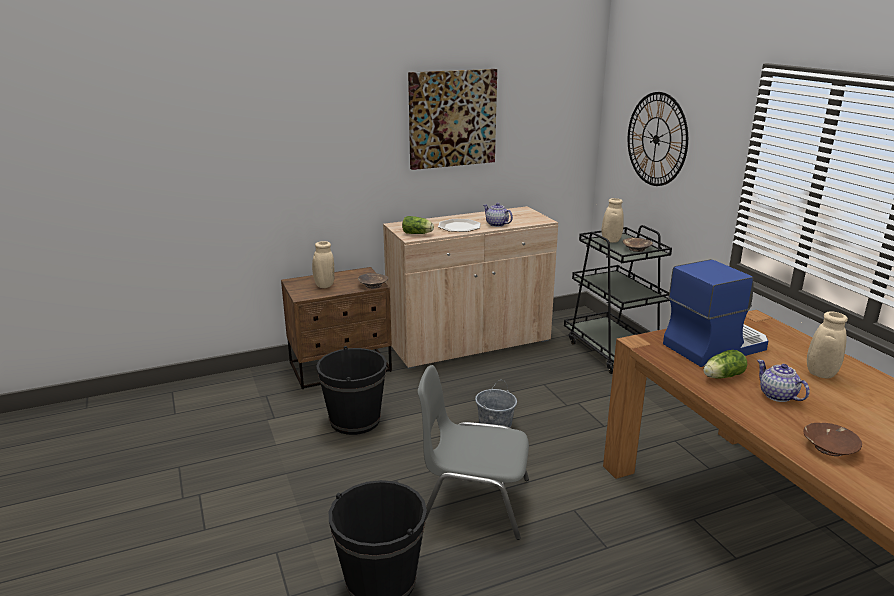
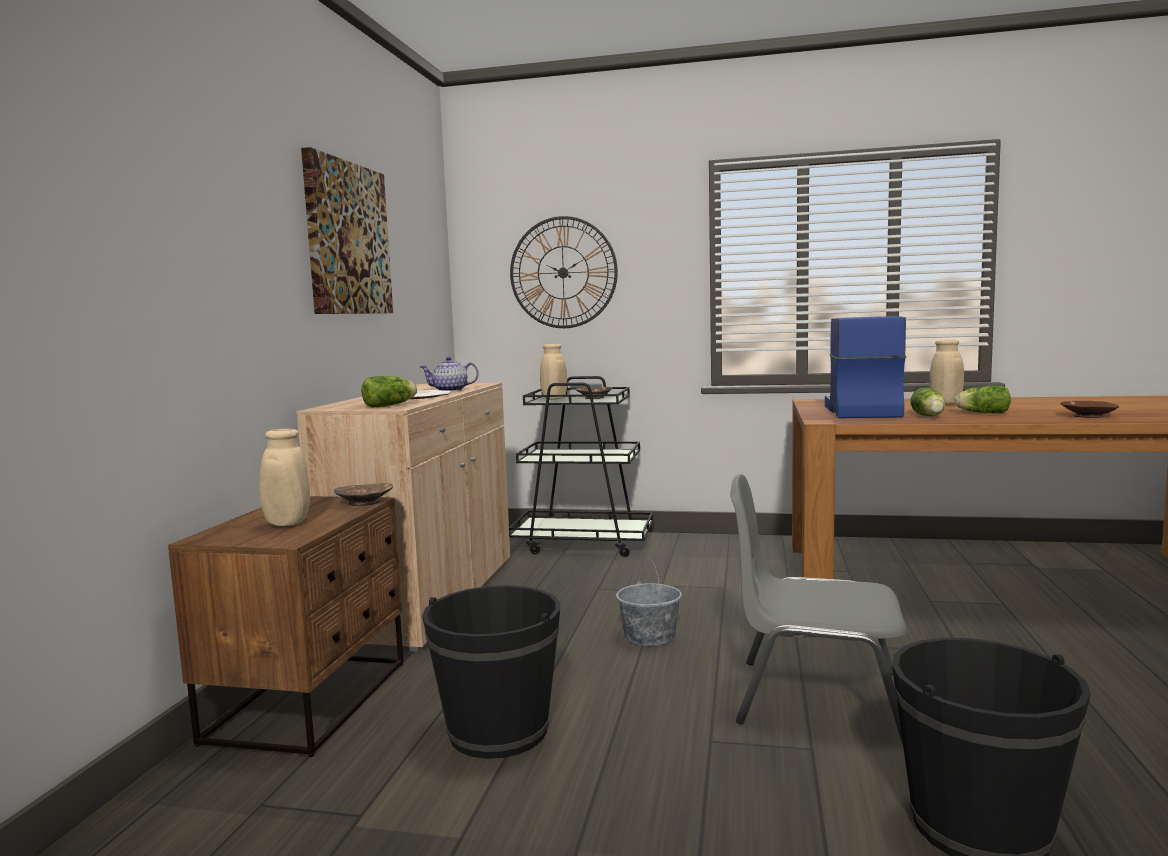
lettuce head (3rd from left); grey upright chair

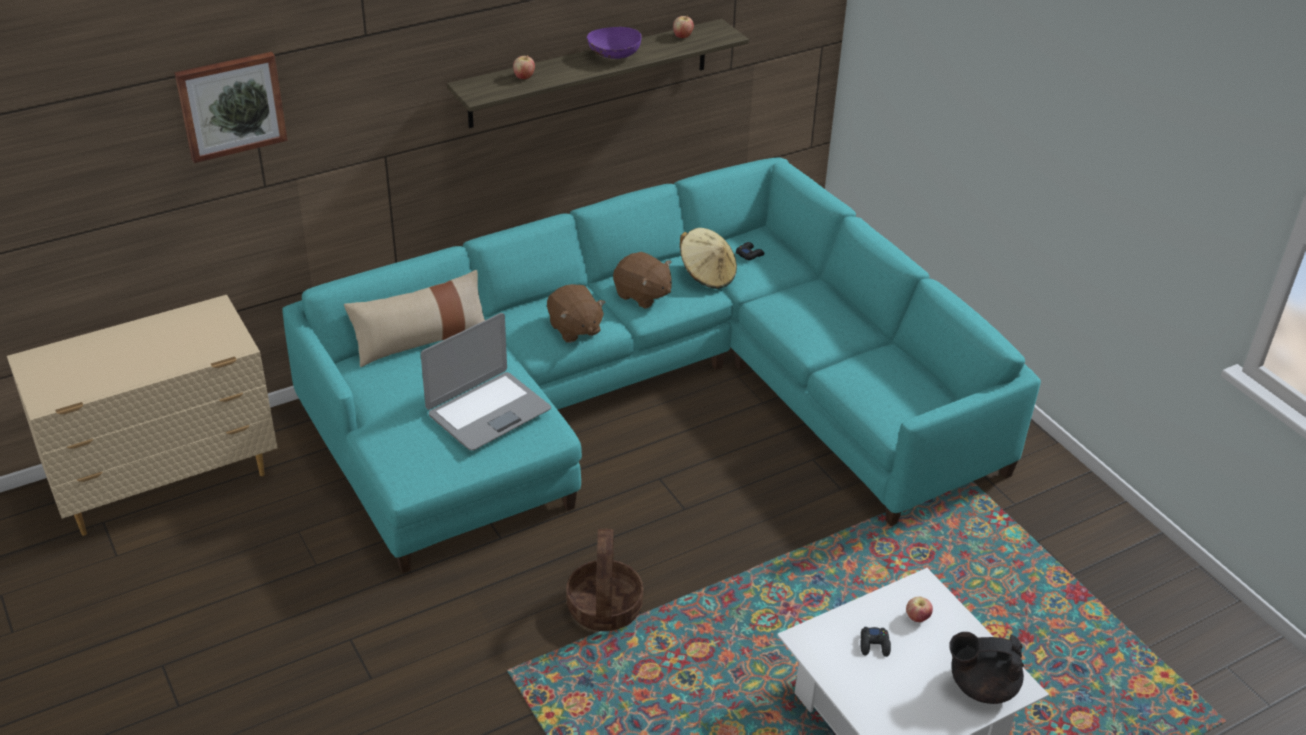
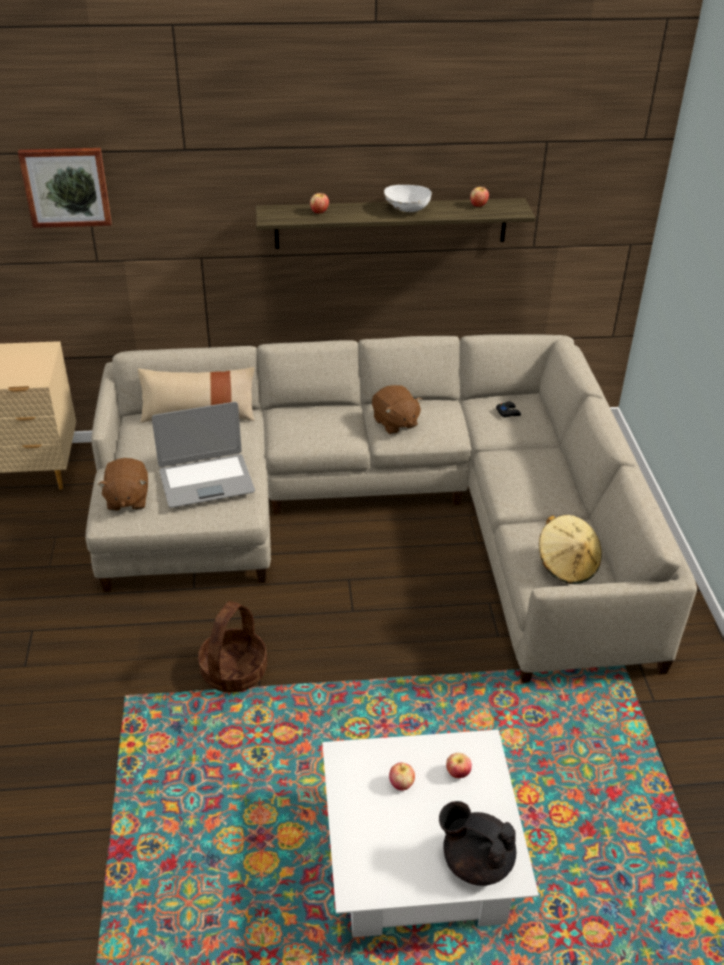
white-coloured serving bowl; beige couch; beige hat; brown plush toy (1st from left); apple (2nd from left)

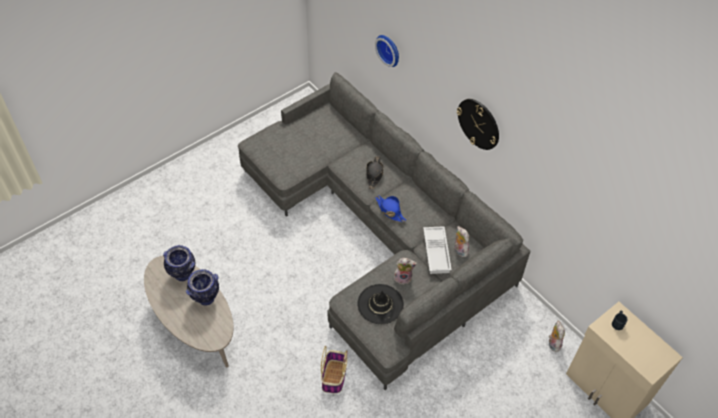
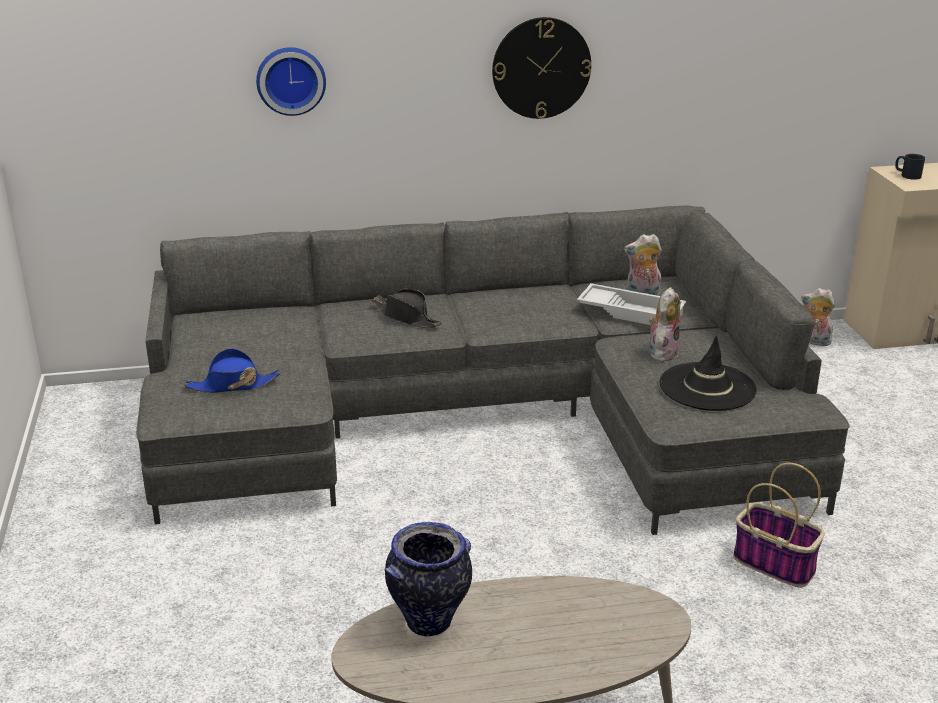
blue hat; flower vase (2nd from left in the first image)

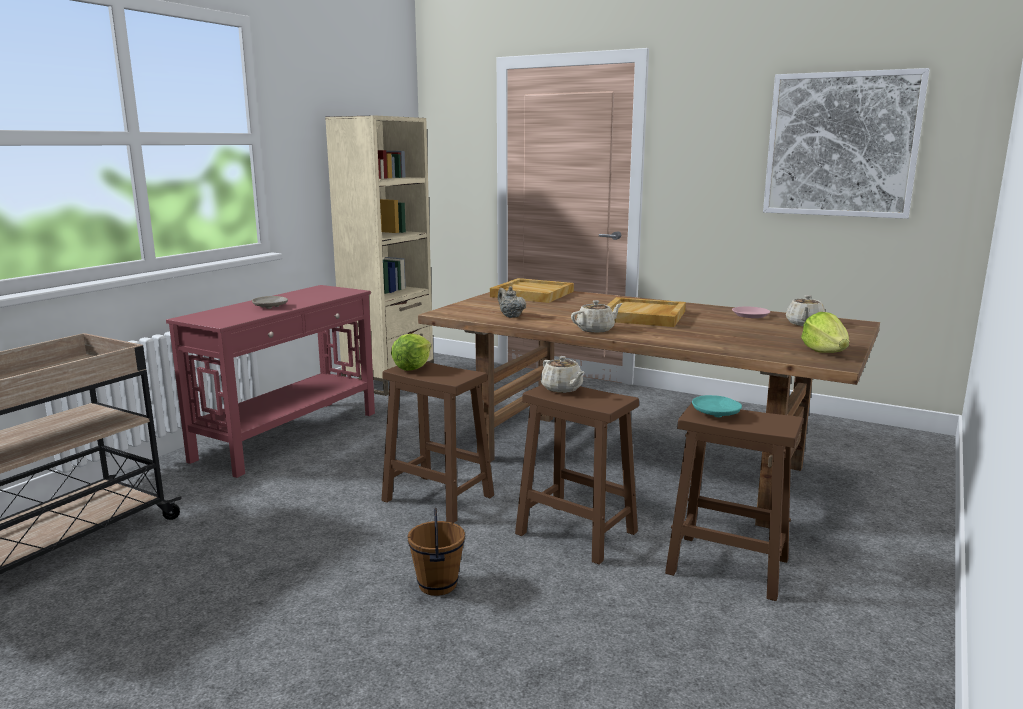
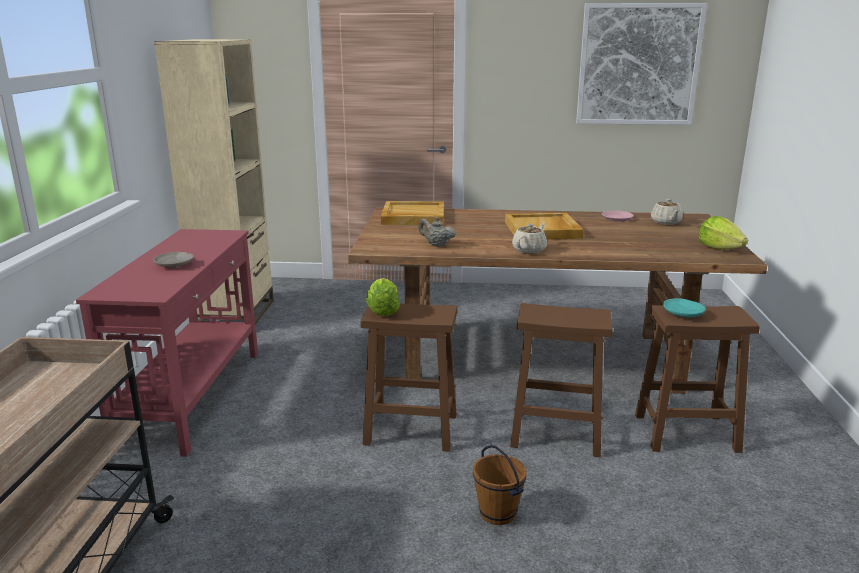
beige pot for tea (2nd from left in the first image)

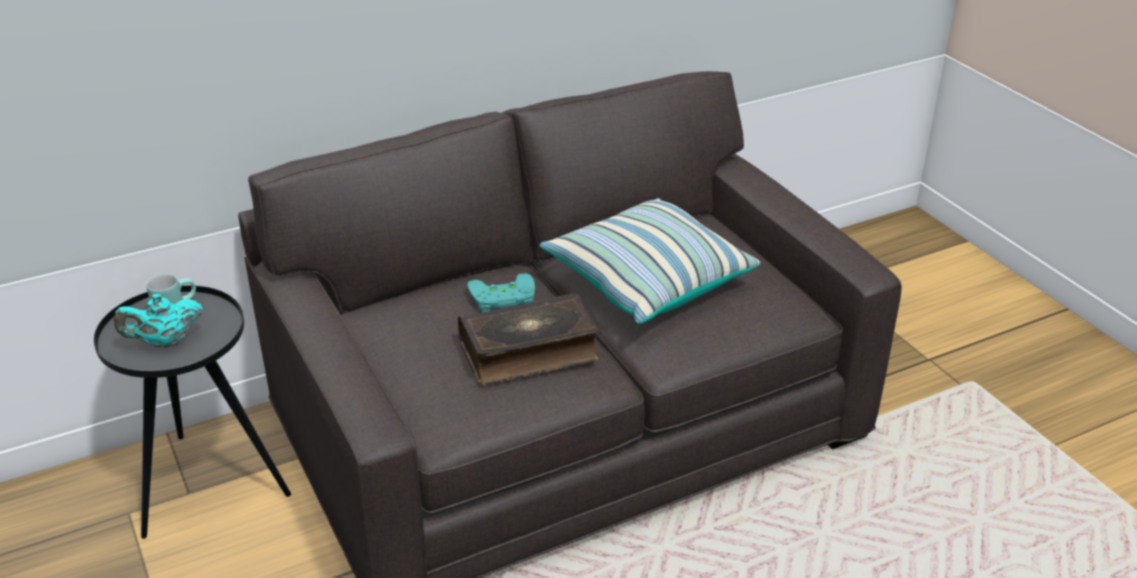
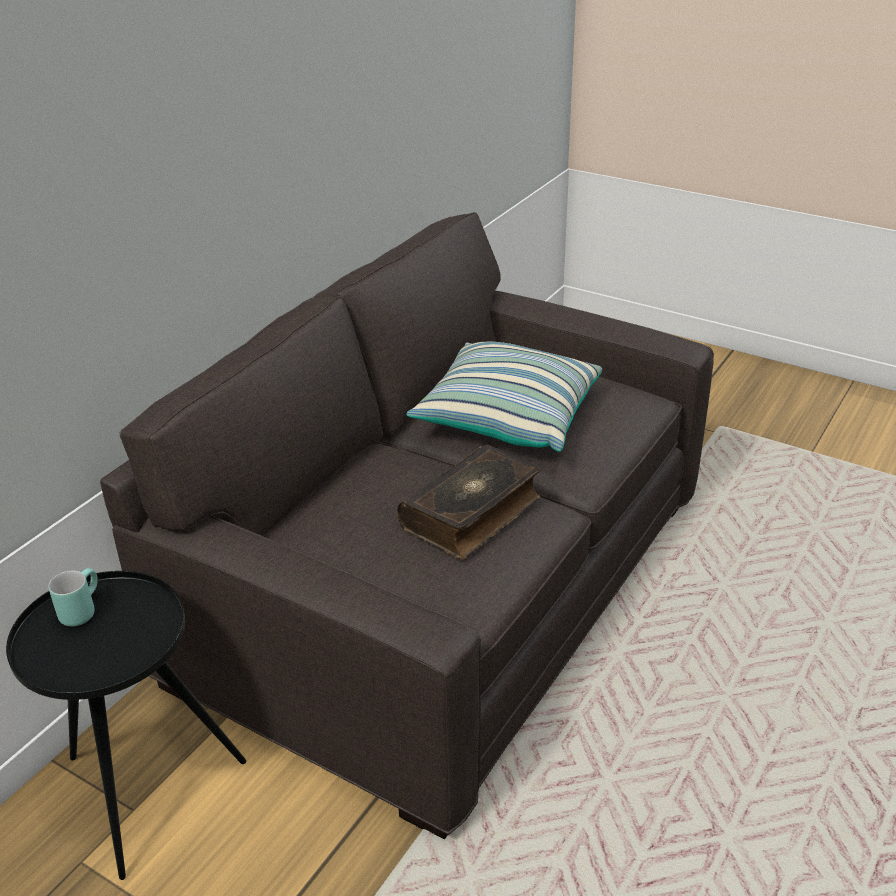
blue-green game controller; blue-green pot for tea

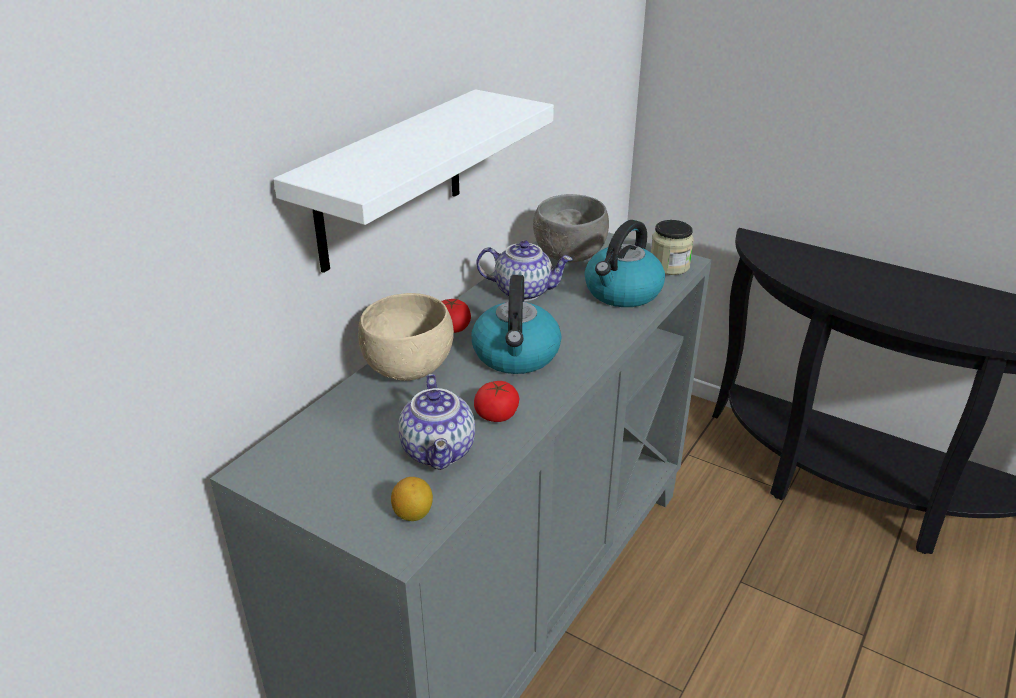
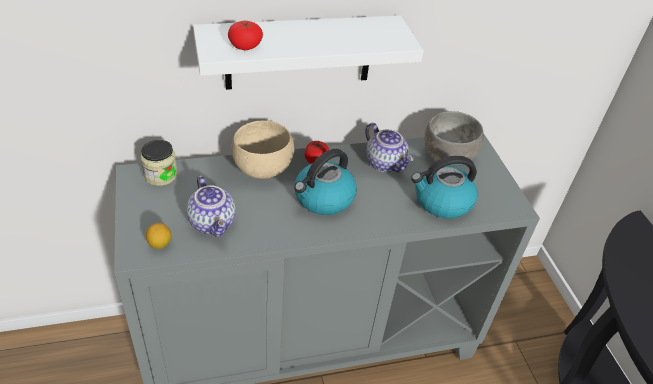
jar; pot for tea (1st from left); tomato (1st from left)

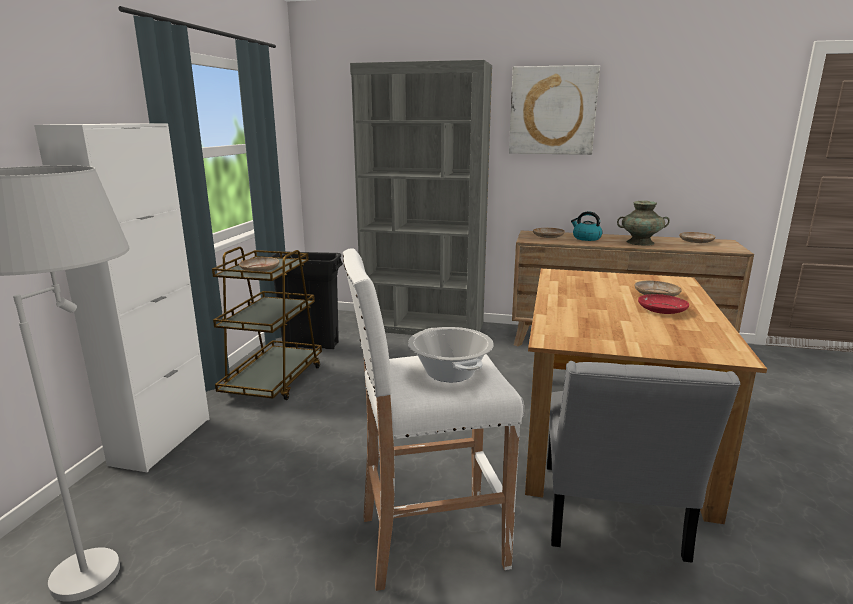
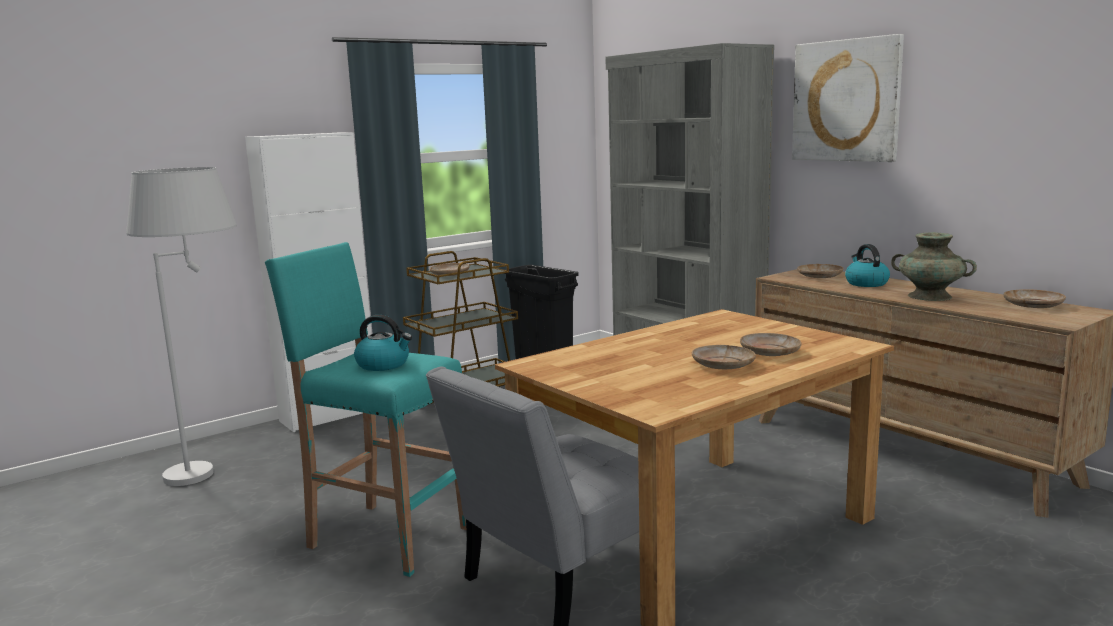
blue-green stool; beige flat dish (2nd from left); tea kettle (1st from left)

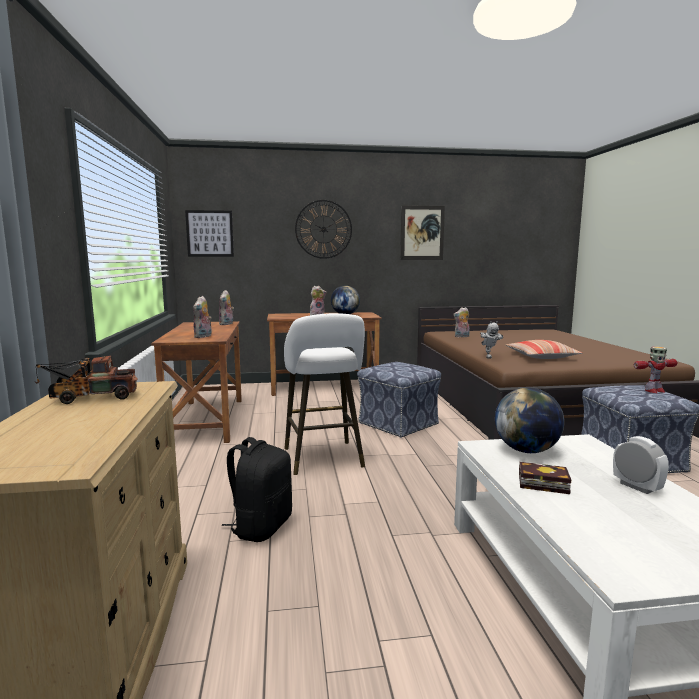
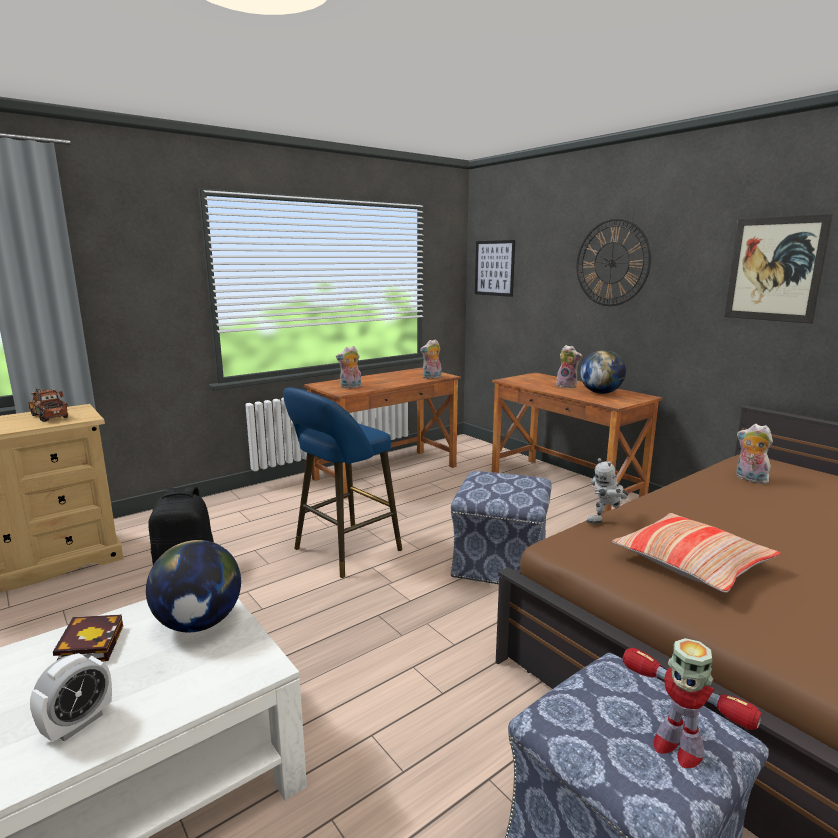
blue stool

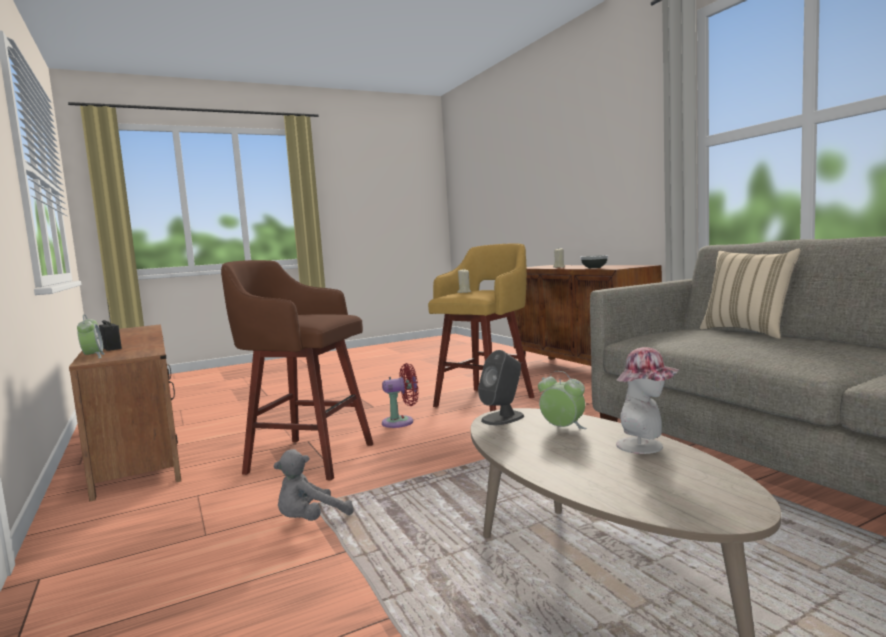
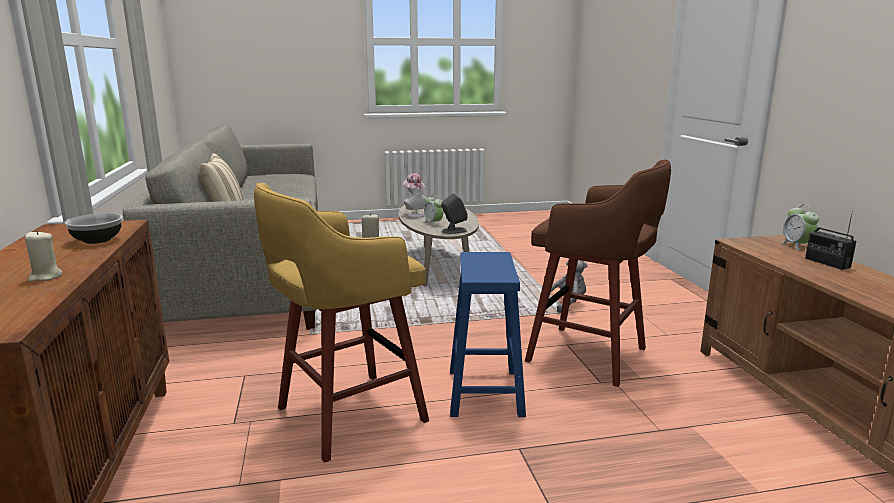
blue stool

